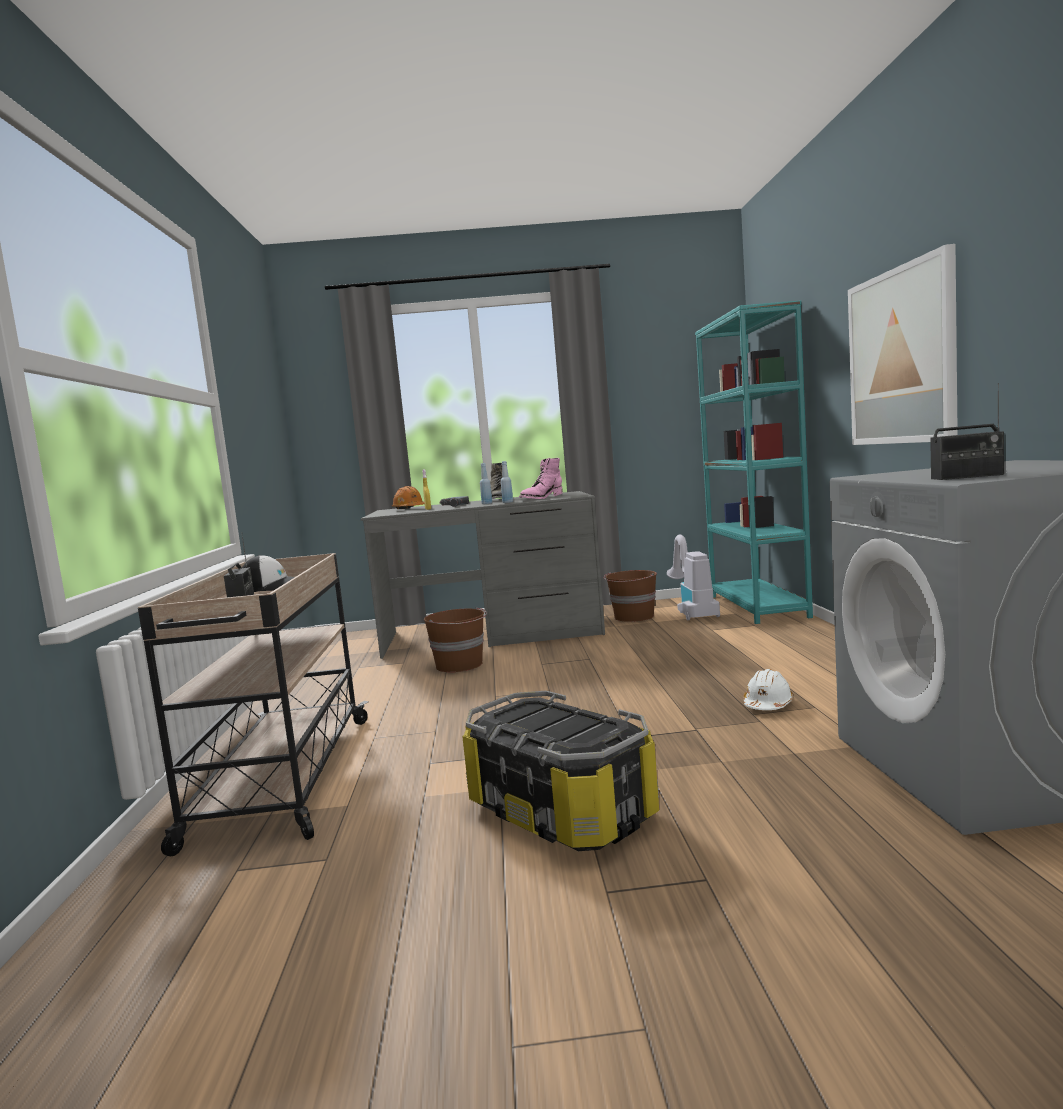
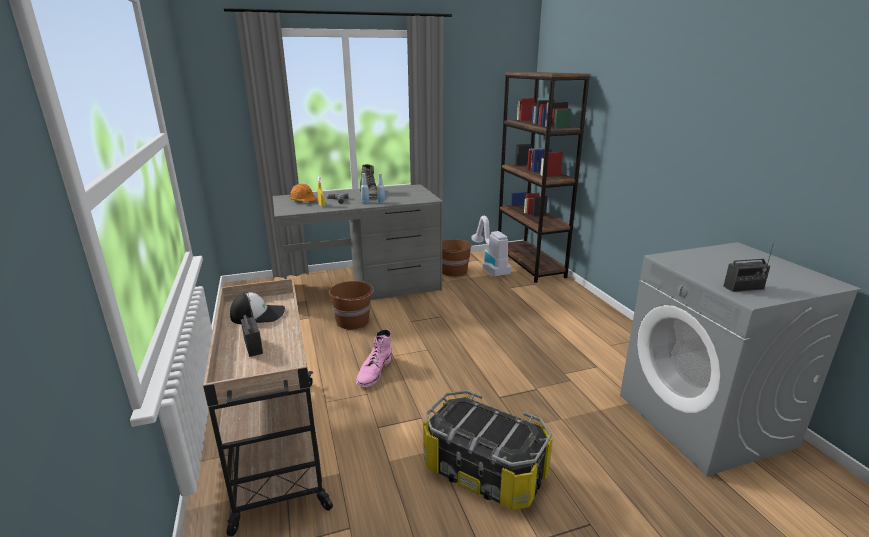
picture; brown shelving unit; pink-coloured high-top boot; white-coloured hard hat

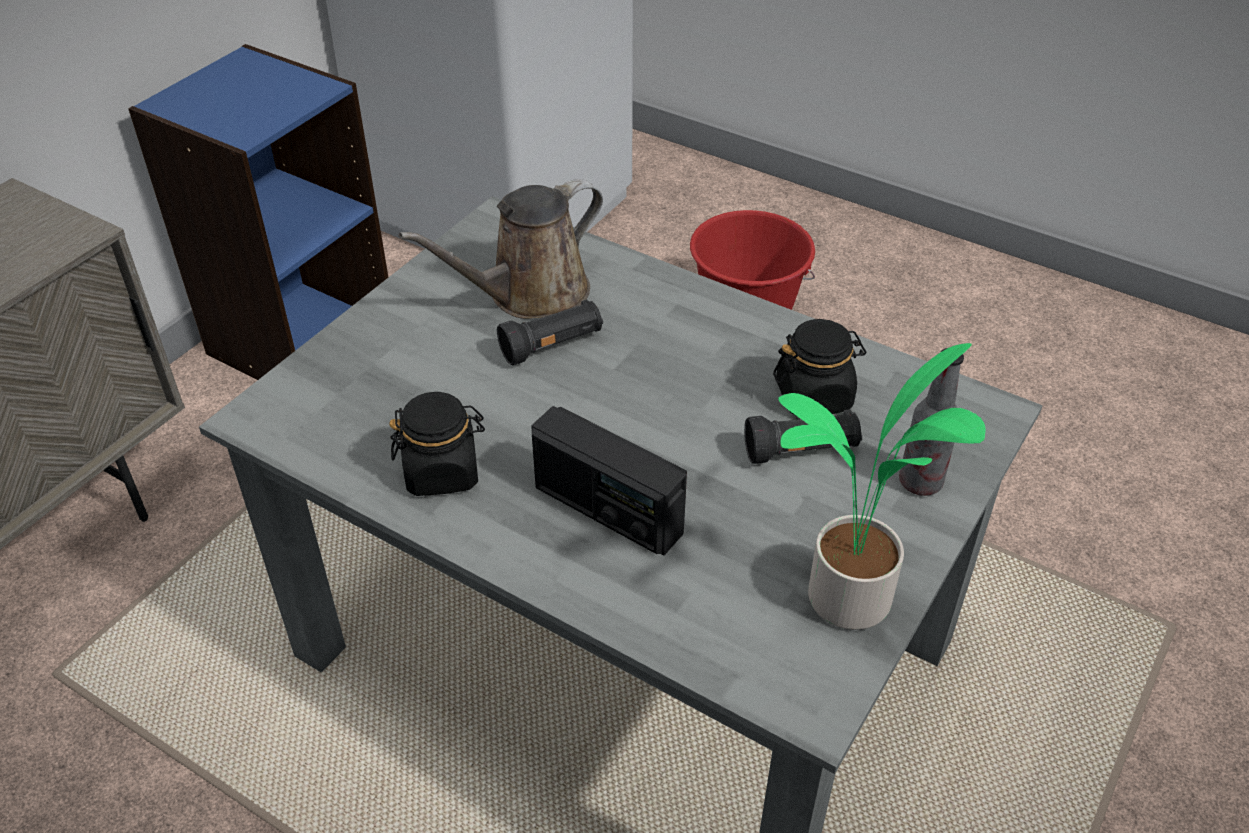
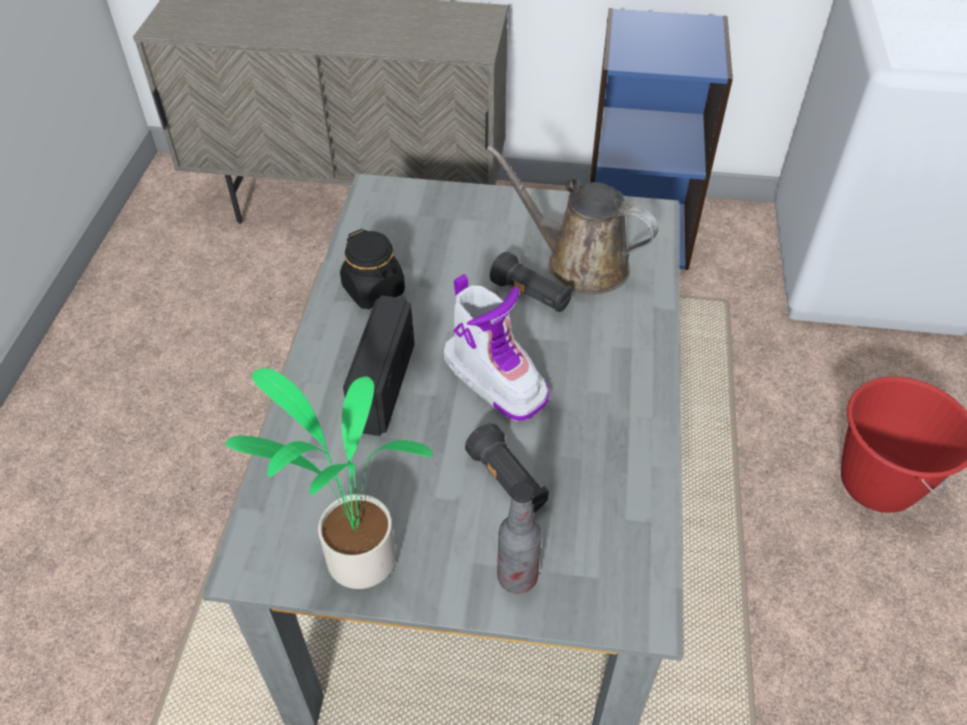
black jar (2nd from left in the first image); high-top boot

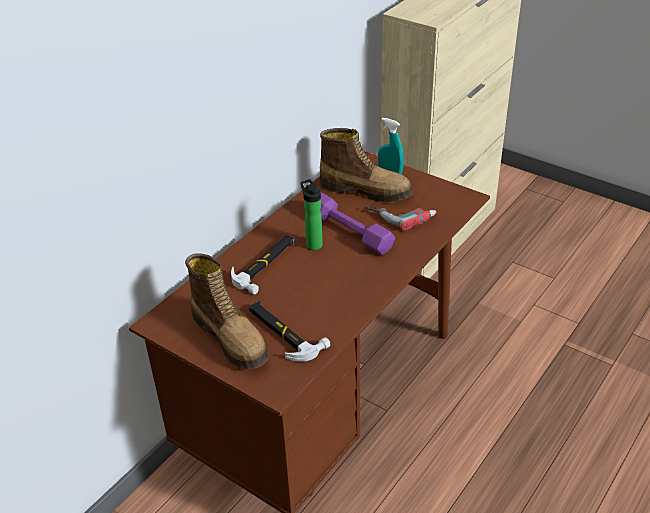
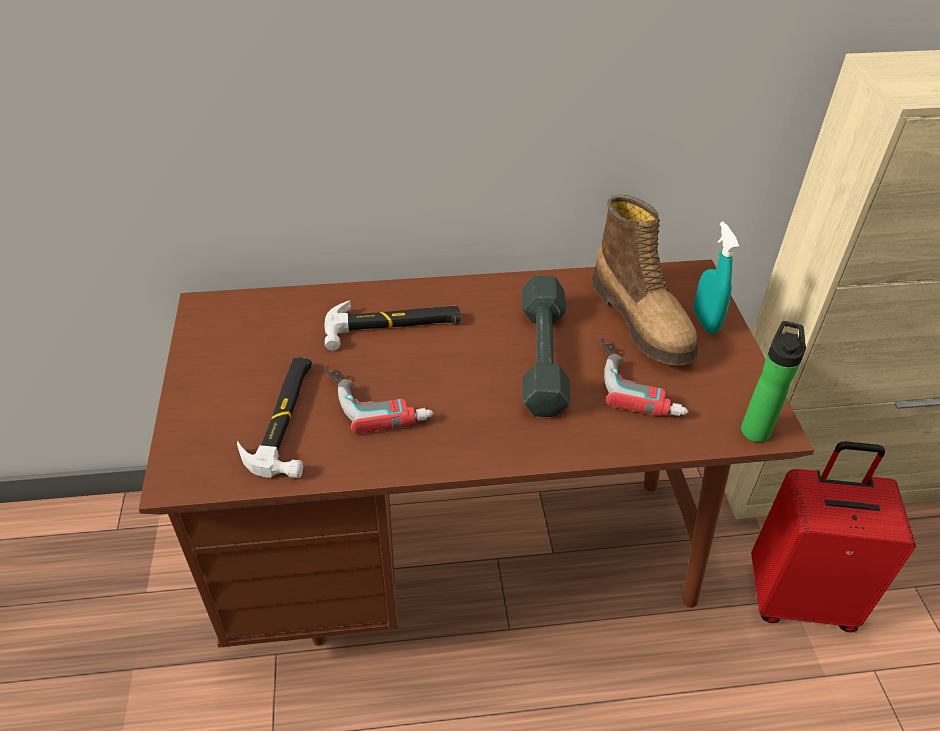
drink bottle; grey hand weight; high-top boot (1st from left in the first image); electric drill (1st from left); red-coloured suitcase

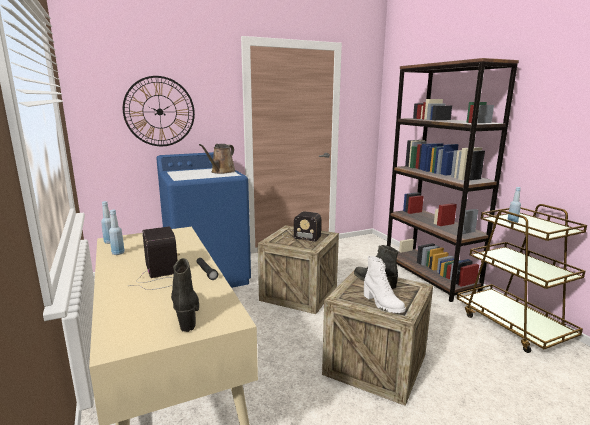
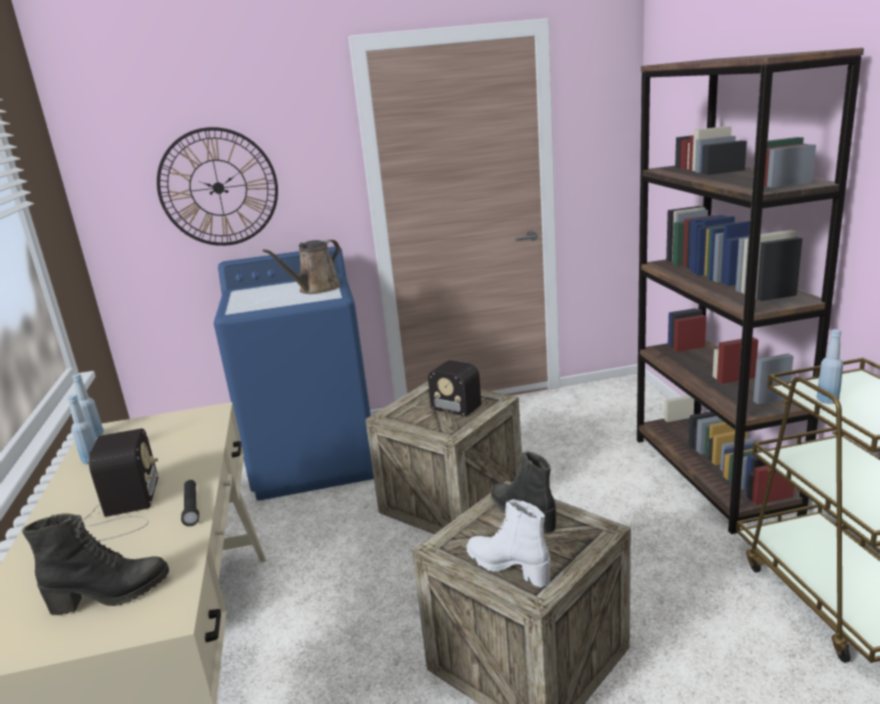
white-coloured high-top boot; black high-top boot (1st from left)

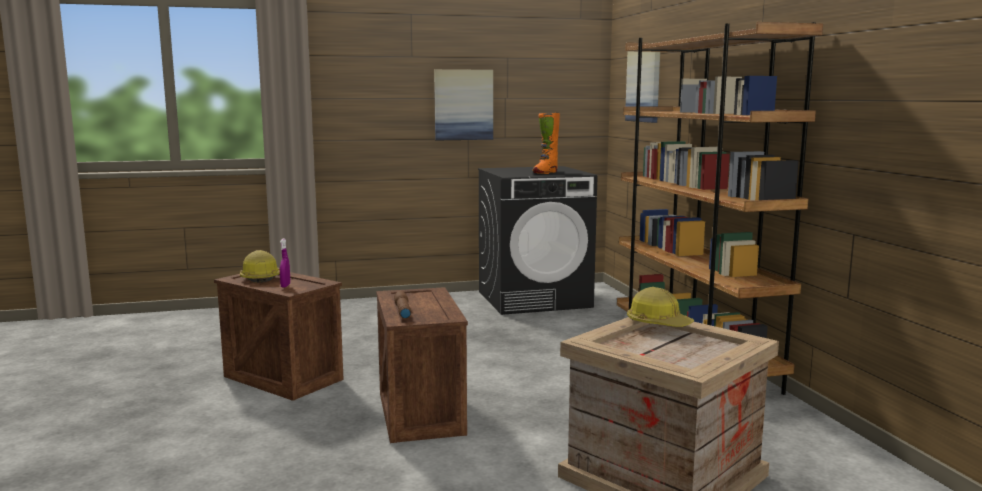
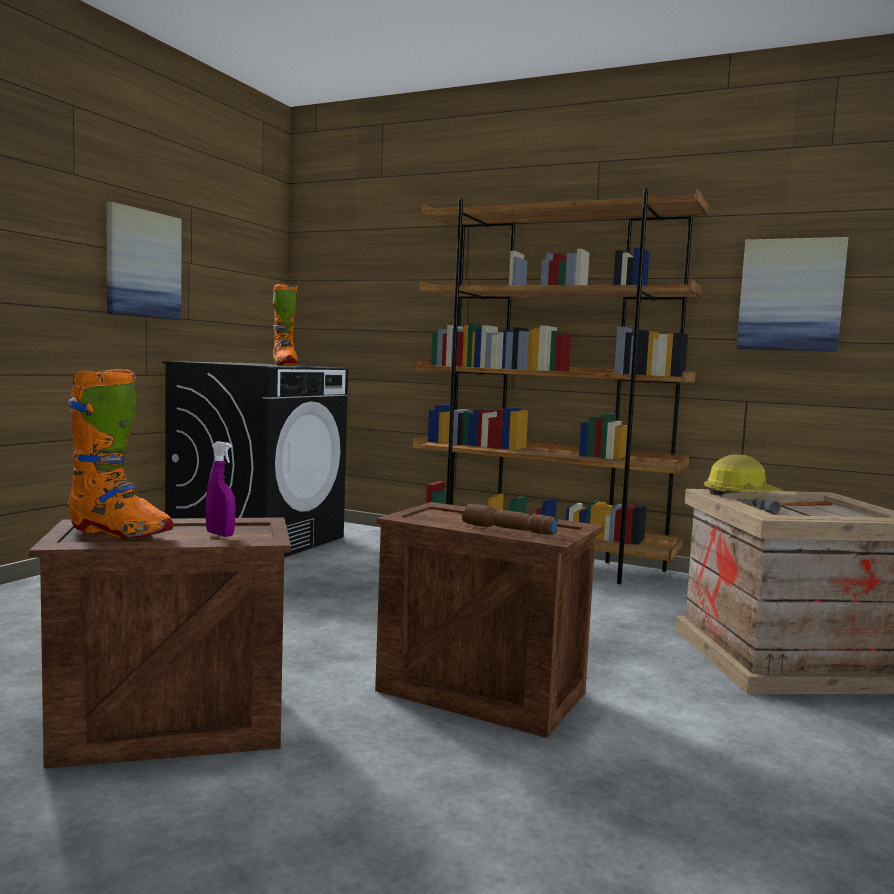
picture (2nd from left); orange high-top boot (1st from left); tool hammer

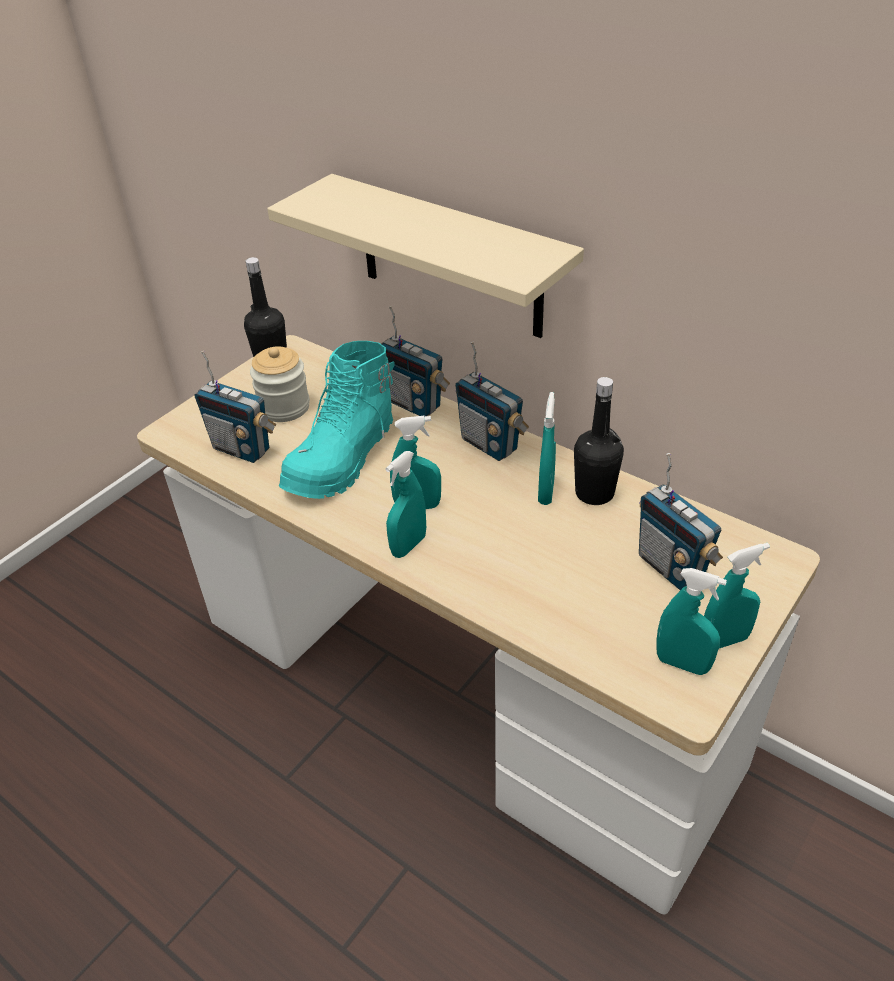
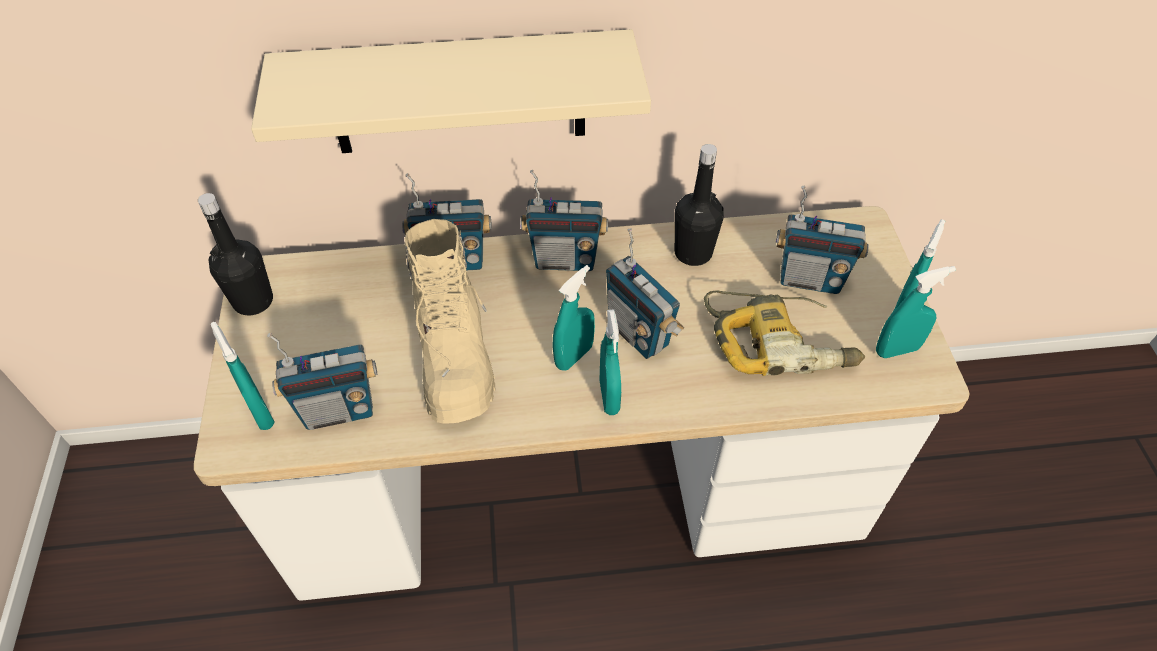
beige high-top boot; jar; blue-green sprayer (1st from left); radio receiver (4th from left); electric drill

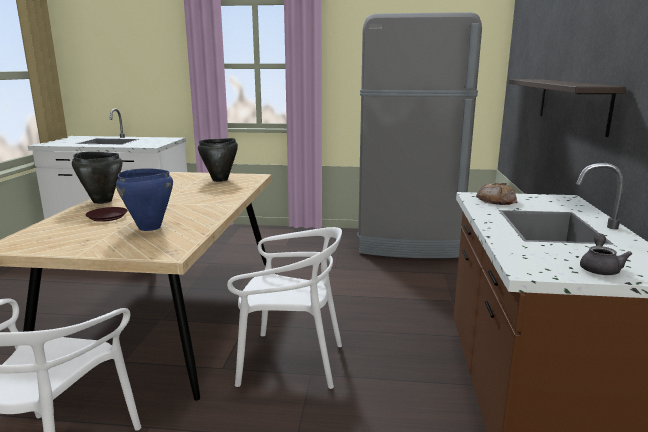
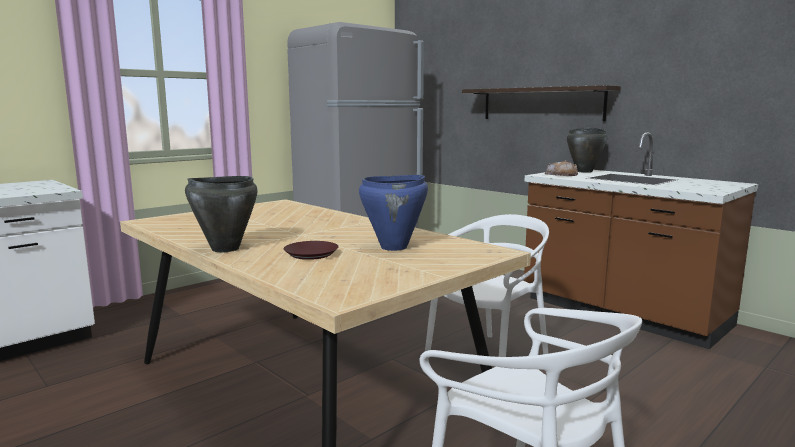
black saucepot (2nd from left); grey pot for tea

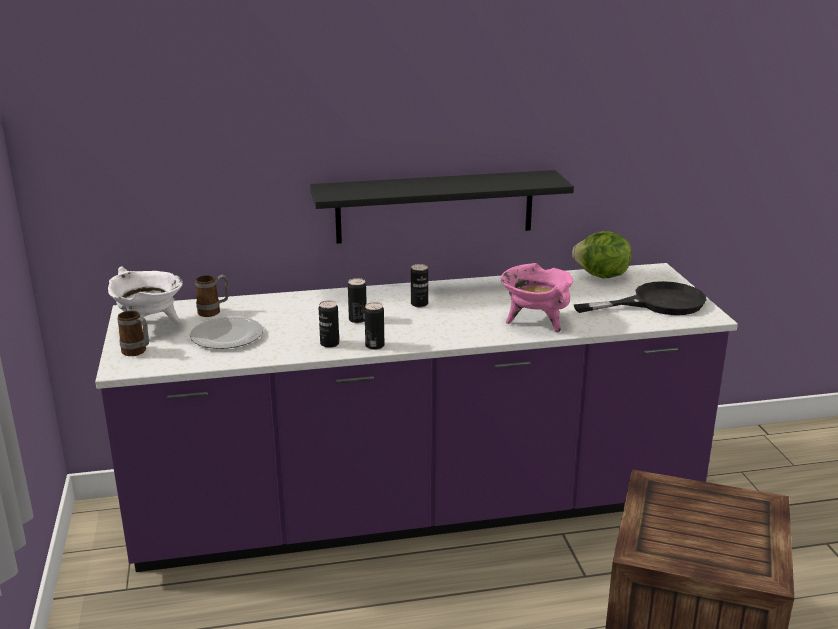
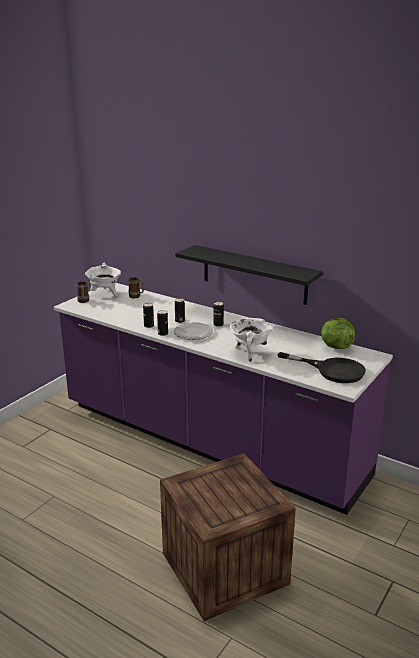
white-coloured saucepot (2nd from left); flat dish

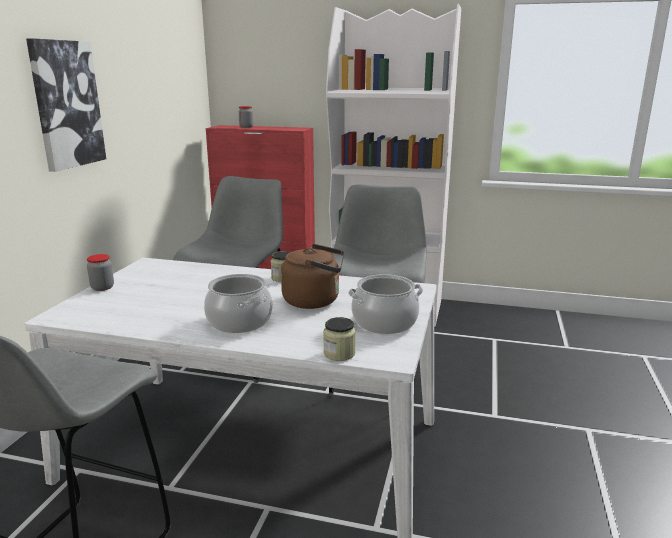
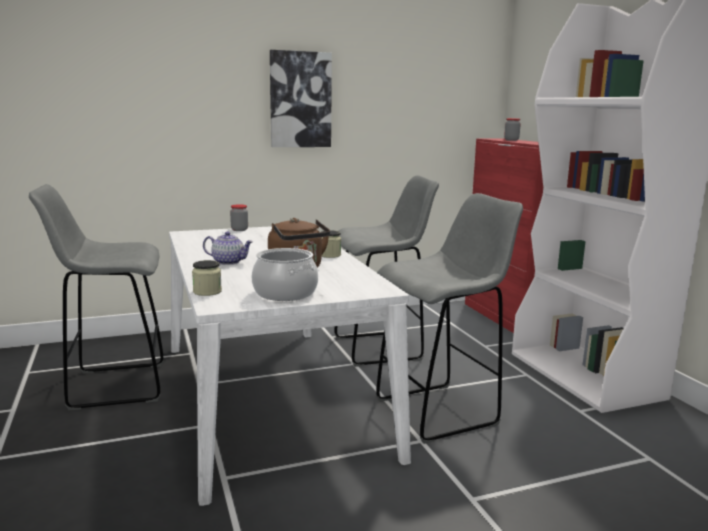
pot for tea

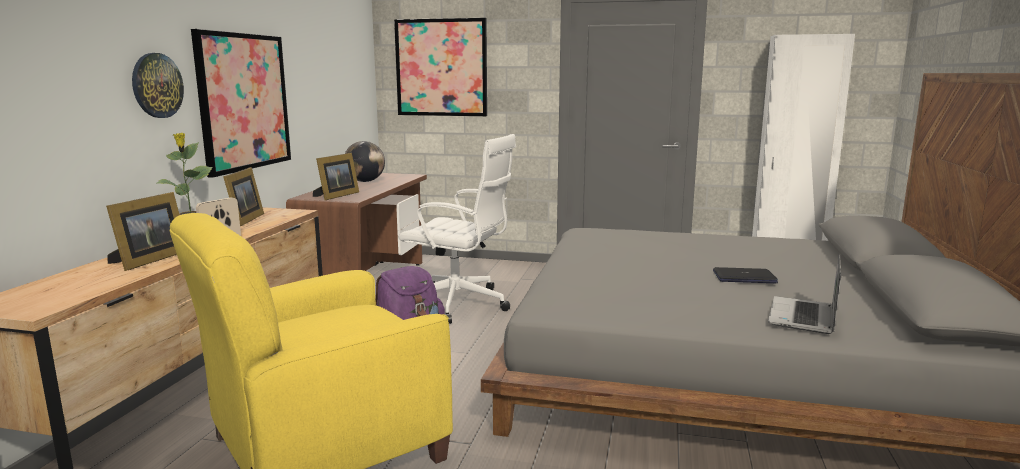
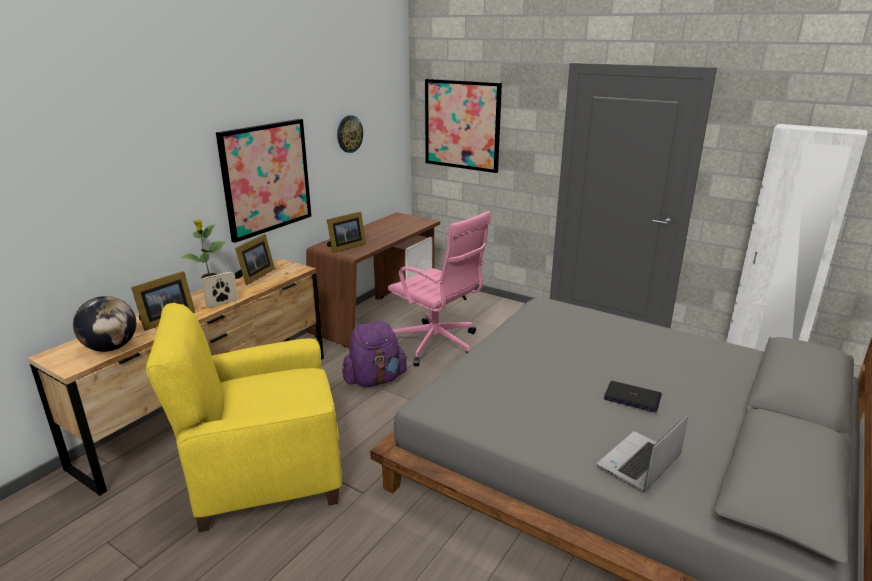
wall clock; pink-coloured office chair; globe

